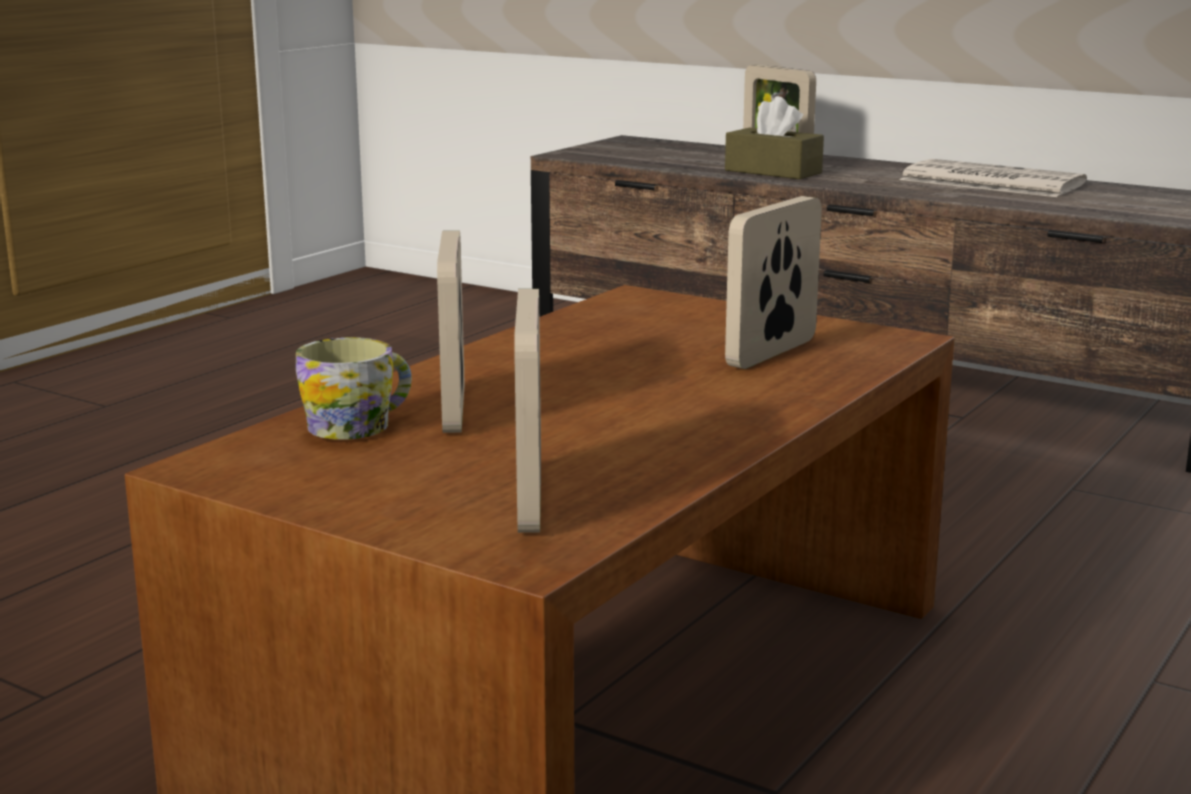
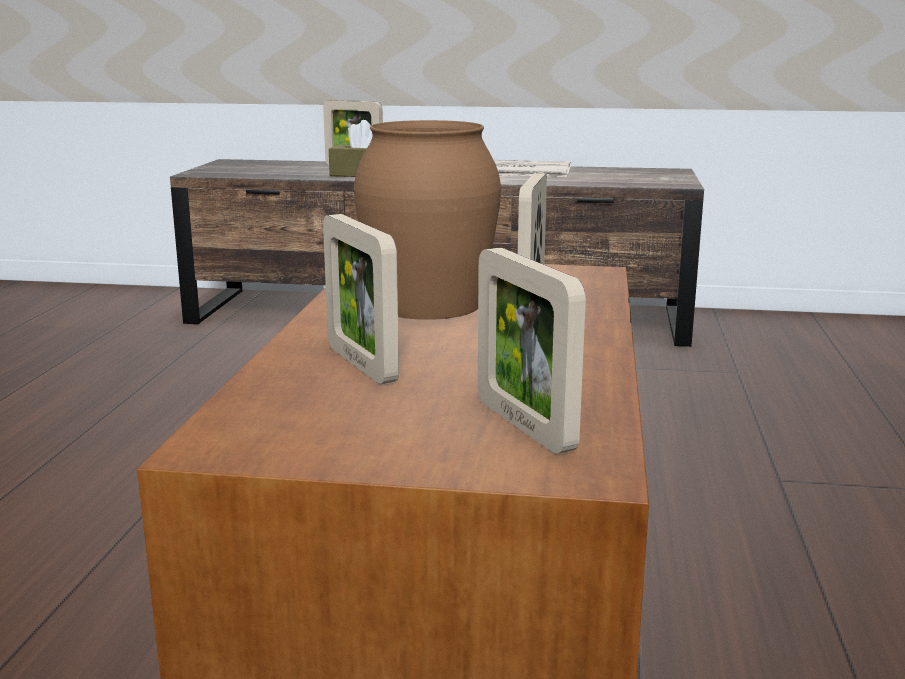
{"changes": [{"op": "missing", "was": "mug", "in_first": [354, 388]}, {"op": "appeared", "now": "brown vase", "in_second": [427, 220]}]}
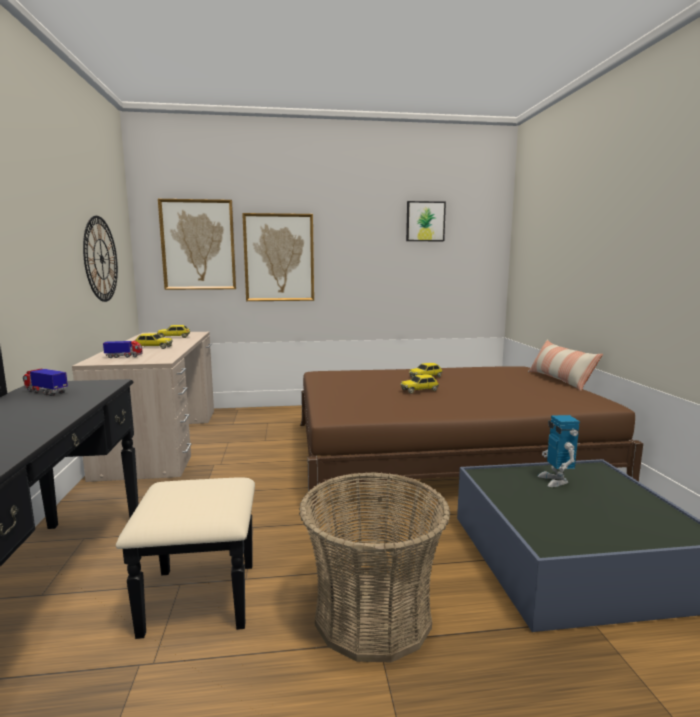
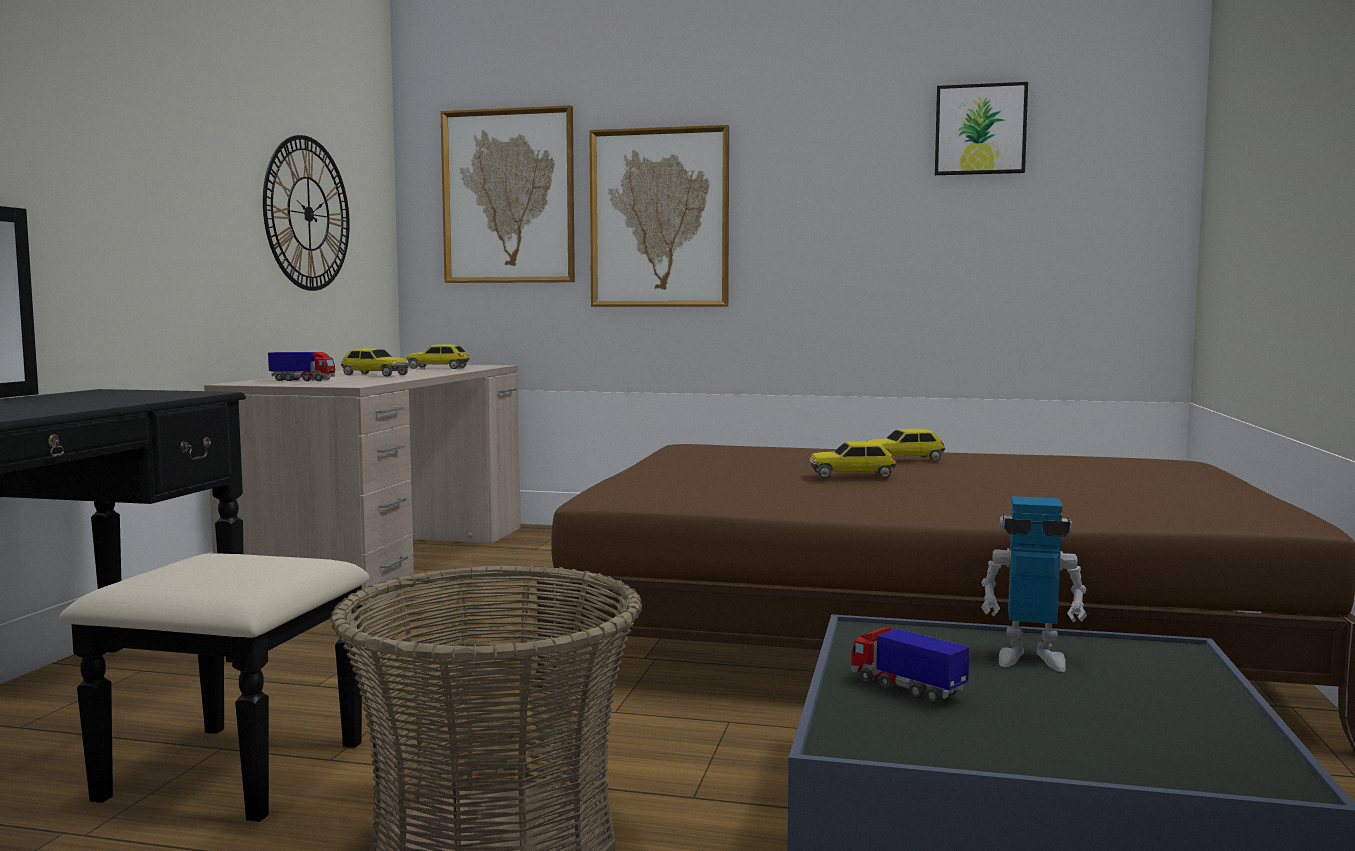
{"changes": [{"op": "relocated", "was": "toy truck", "in_first": [45, 382], "in_second": [910, 665]}, {"op": "missing", "was": "pillow", "in_first": [565, 365]}, {"op": "spun", "was": "toy robot", "in_first": [559, 451], "in_second": [1034, 584], "clockwise": -90}]}
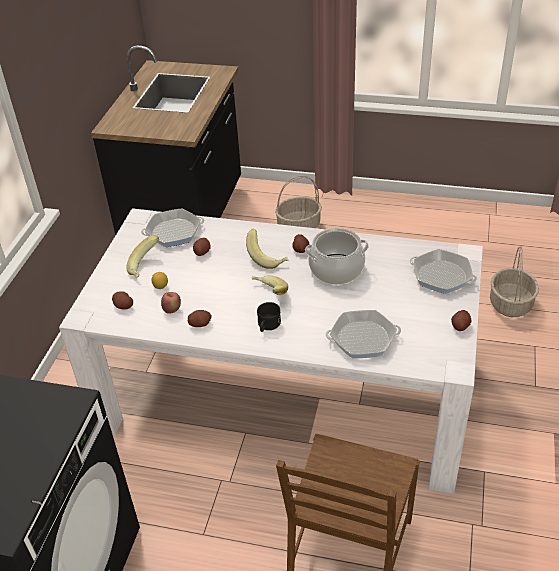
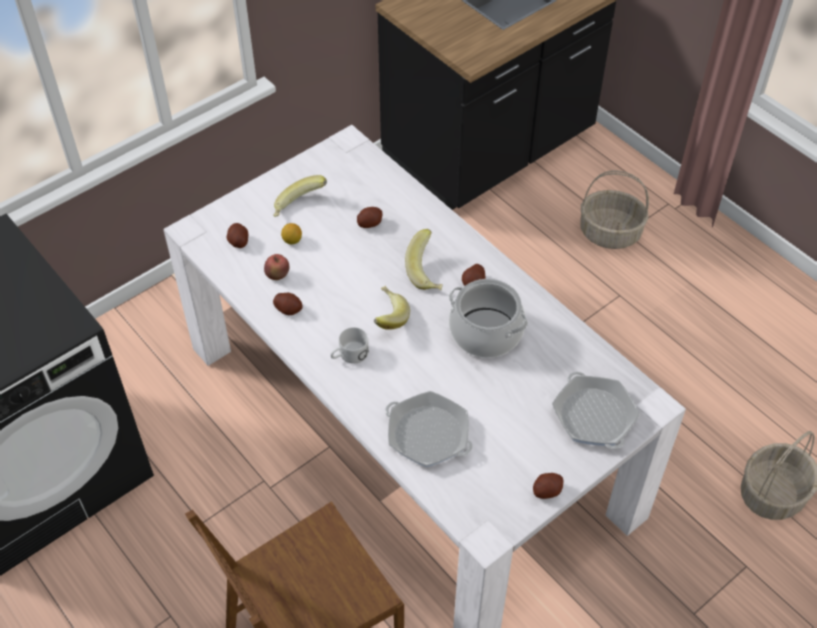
{"changes": [{"op": "missing", "was": "frying pan", "in_first": [172, 227]}, {"op": "colour", "was": "black mug", "now": "white mug", "in_first": [269, 317], "in_second": [349, 345]}]}
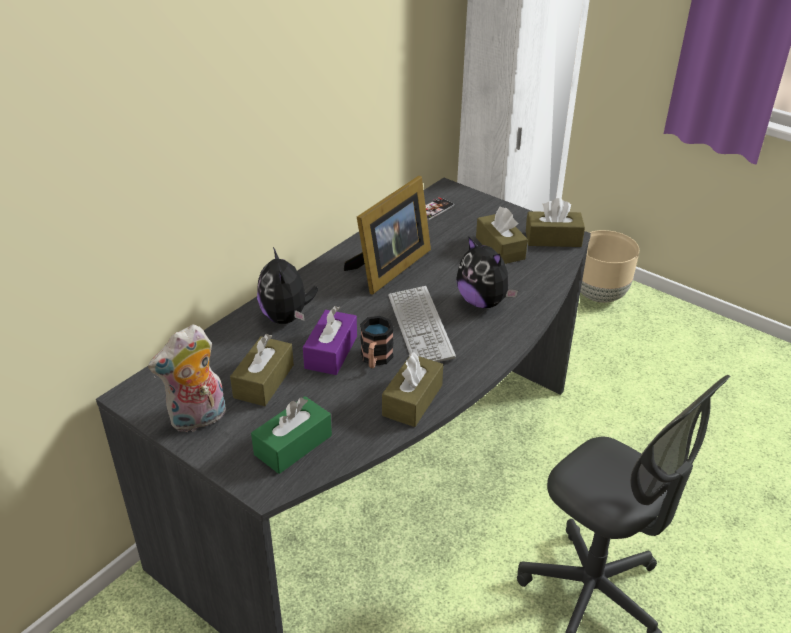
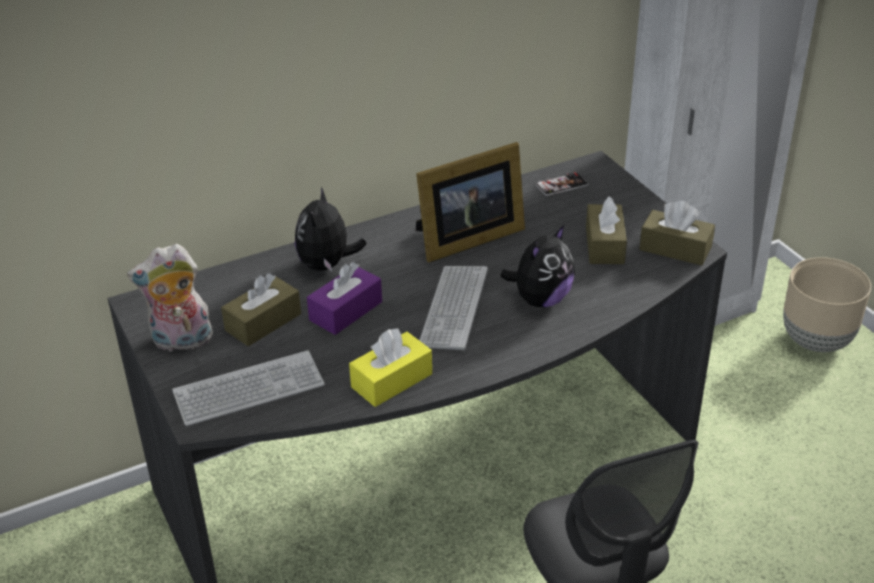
{"changes": [{"op": "exchanged", "was": "green tissue box", "now": "keyboard", "in_first": [291, 435], "in_second": [248, 388]}, {"op": "missing", "was": "mug", "in_first": [377, 342]}, {"op": "colour", "was": "brown tissue box", "now": "yellow tissue box", "in_first": [412, 389], "in_second": [390, 368]}, {"op": "spun", "was": "plush toy", "in_first": [487, 272], "in_second": [537, 266], "clockwise": -120}]}
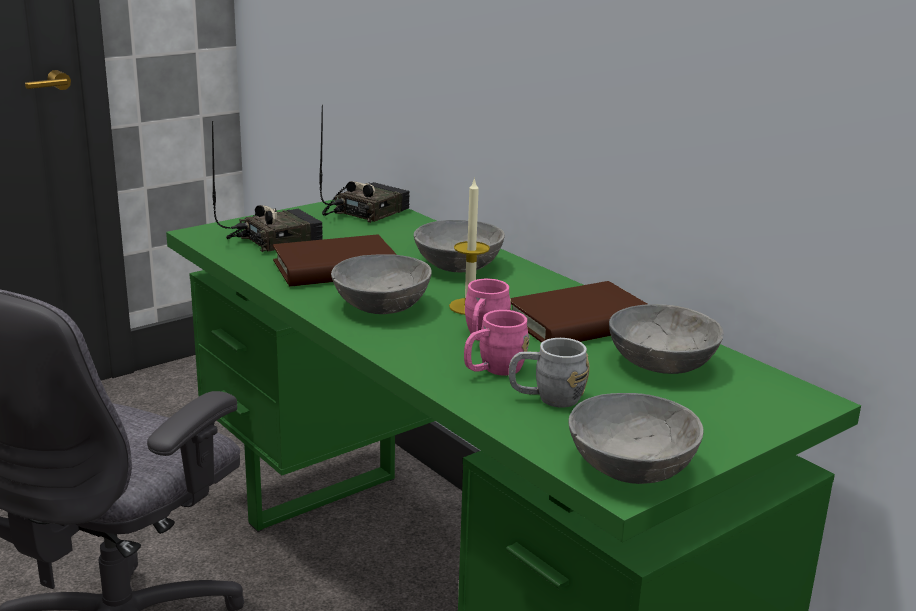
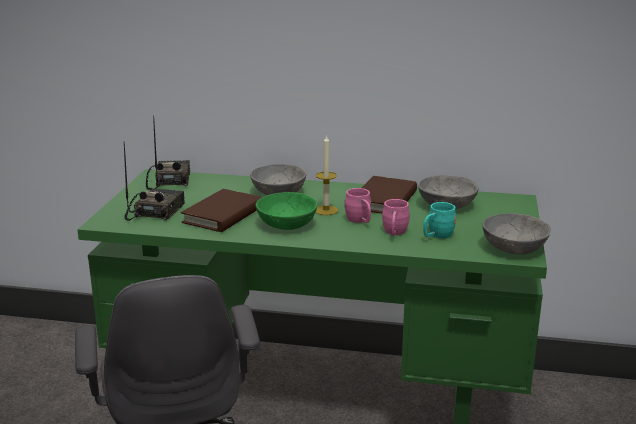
{"changes": [{"op": "colour", "was": "grey bowl", "now": "green bowl", "in_first": [381, 284], "in_second": [287, 211]}, {"op": "colour", "was": "grey mug", "now": "turquoise mug", "in_first": [549, 373], "in_second": [439, 220]}]}
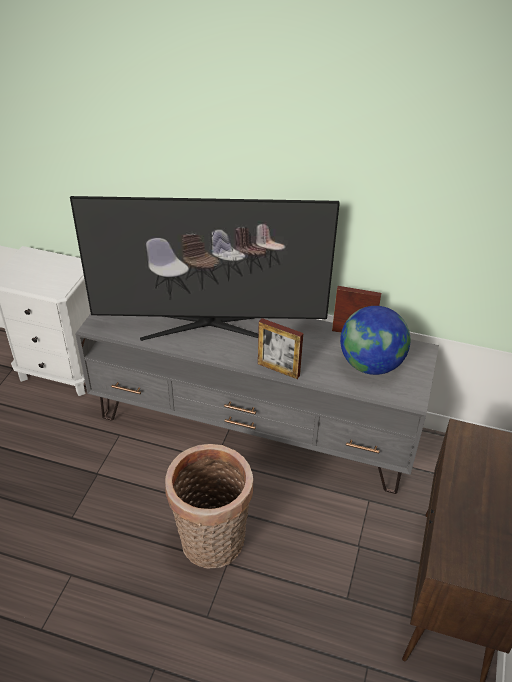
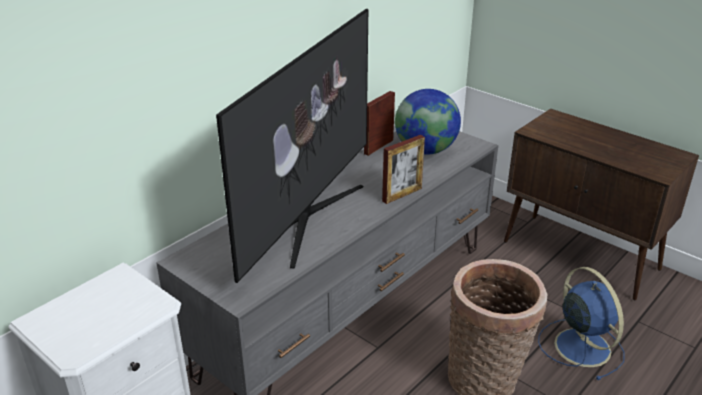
{"changes": [{"op": "appeared", "now": "blue fan", "in_second": [581, 323]}]}
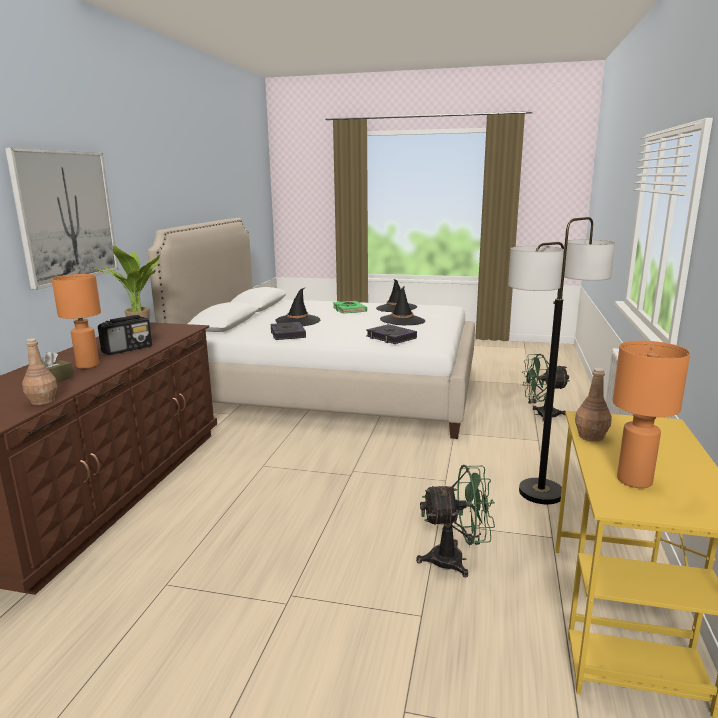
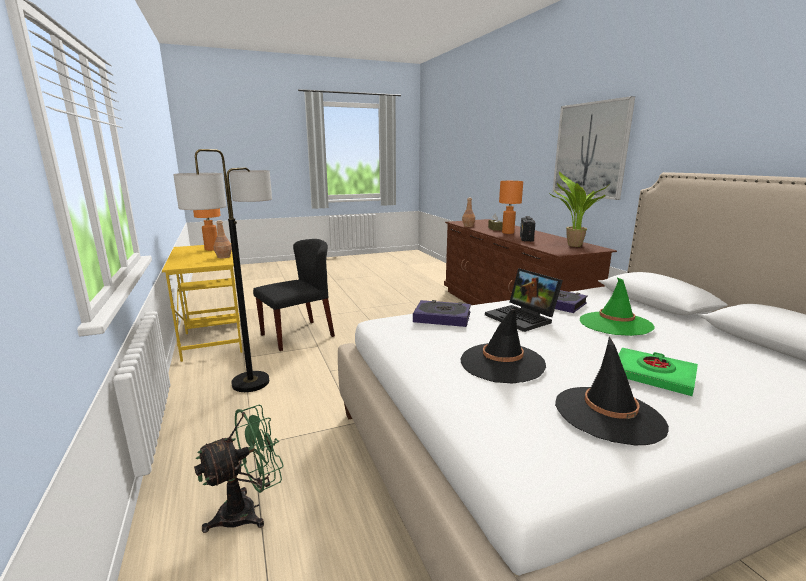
{"changes": [{"op": "colour", "was": "black hat", "now": "green hat", "in_first": [297, 307], "in_second": [617, 307]}, {"op": "exchanged", "was": "green fan", "now": "black chair", "in_first": [455, 521], "in_second": [294, 295]}, {"op": "appeared", "now": "laptop", "in_second": [524, 300]}]}
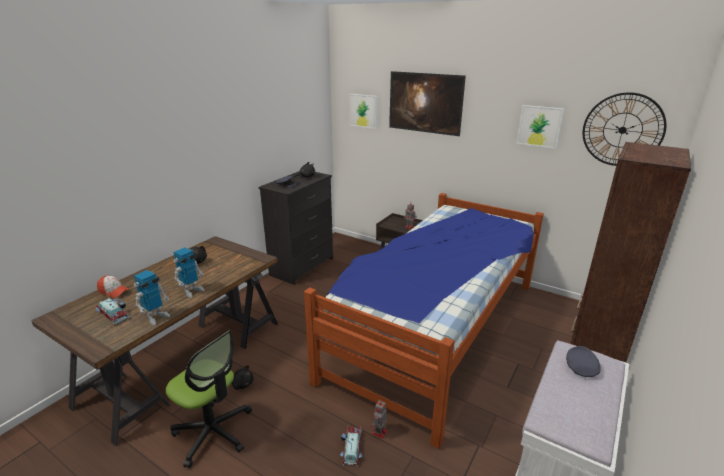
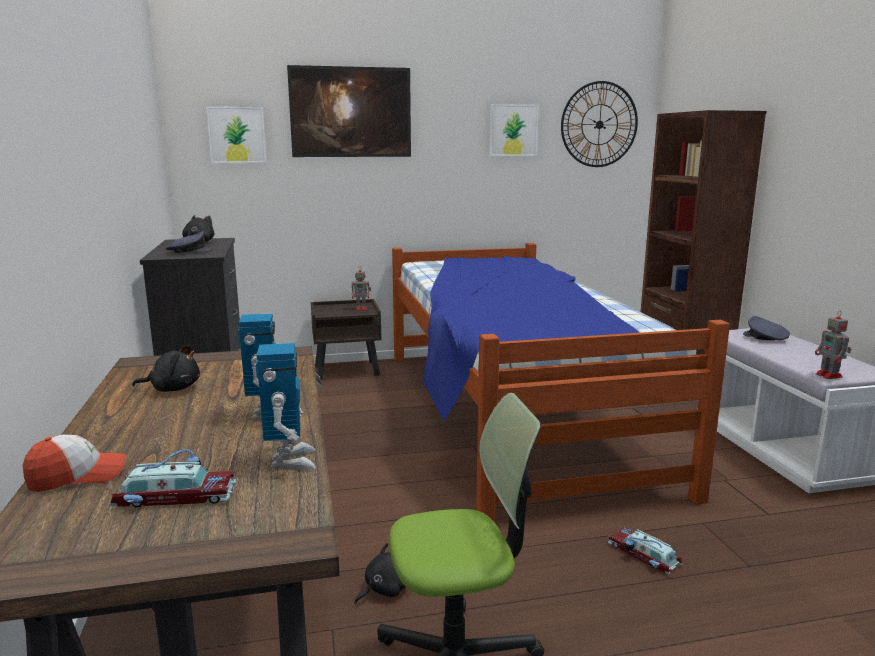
{"changes": [{"op": "relocated", "was": "toy robot", "in_first": [379, 419], "in_second": [833, 344]}]}
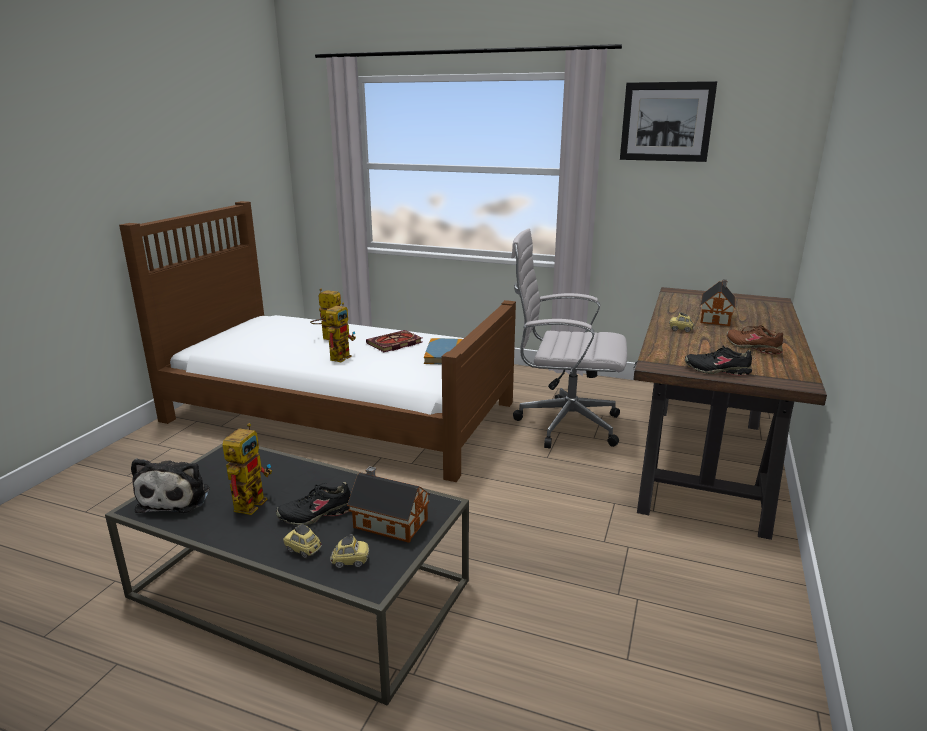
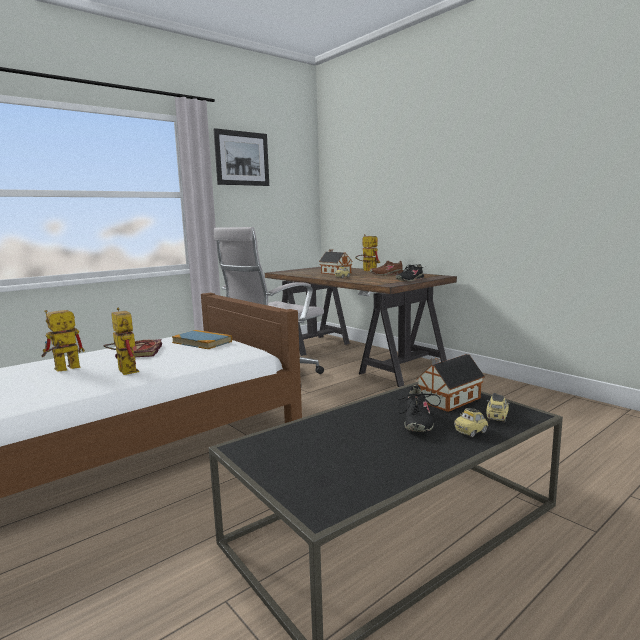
{"changes": [{"op": "missing", "was": "plush toy", "in_first": [170, 485]}, {"op": "relocated", "was": "toy robot", "in_first": [247, 469], "in_second": [367, 252]}]}
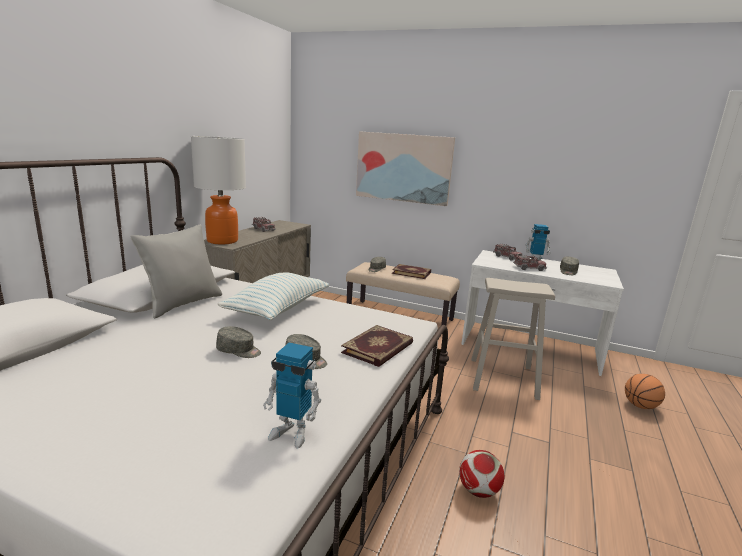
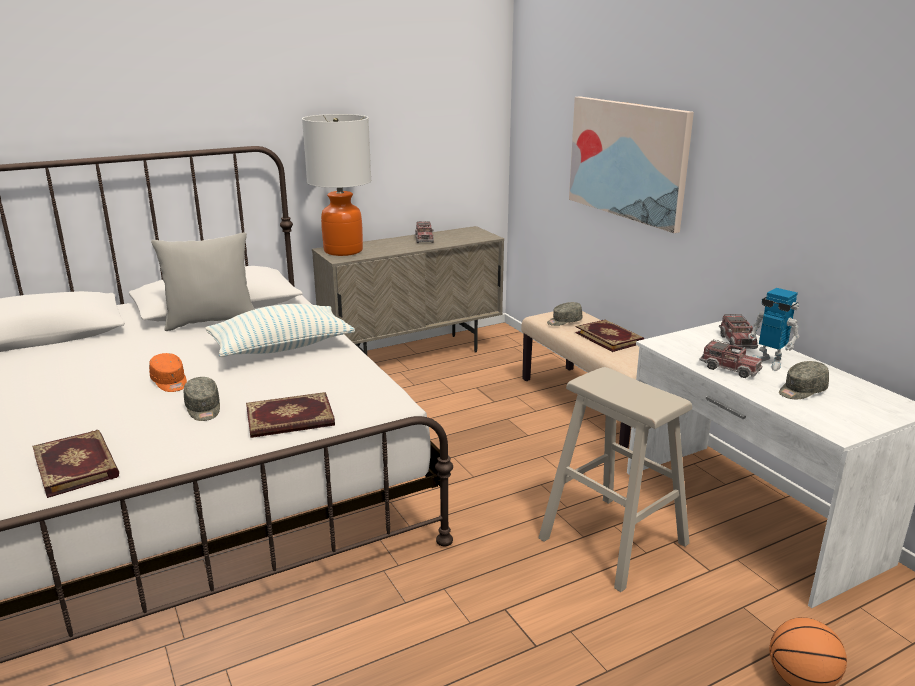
{"changes": [{"op": "colour", "was": "grey cap", "now": "orange cap", "in_first": [238, 342], "in_second": [168, 372]}, {"op": "exchanged", "was": "toy robot", "now": "book", "in_first": [292, 396], "in_second": [75, 464]}, {"op": "missing", "was": "football", "in_first": [481, 474]}]}
